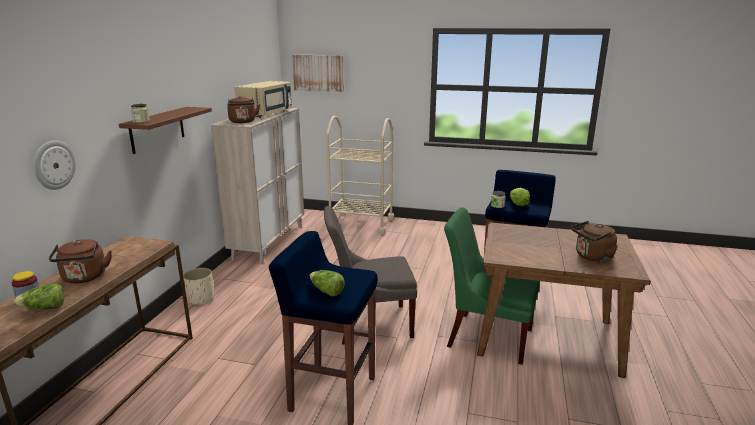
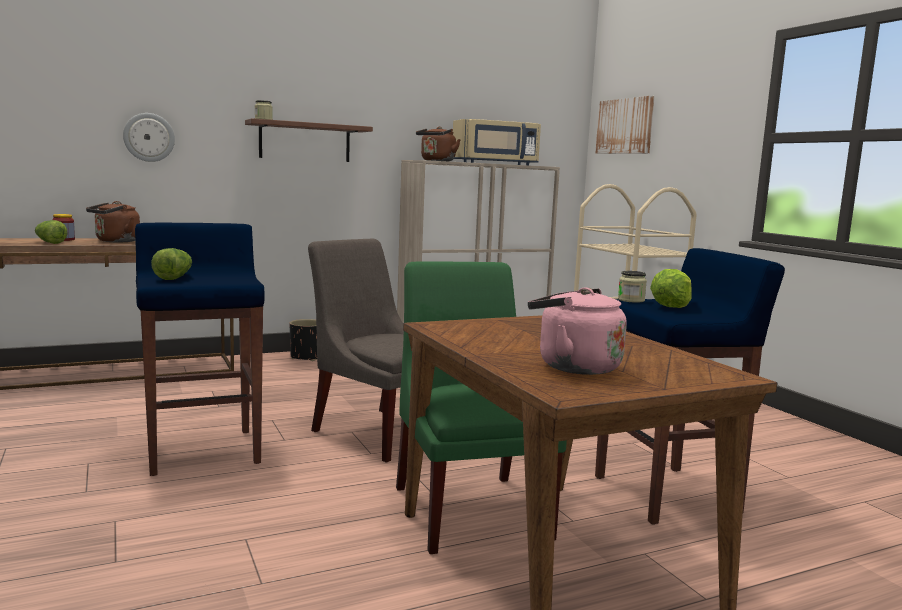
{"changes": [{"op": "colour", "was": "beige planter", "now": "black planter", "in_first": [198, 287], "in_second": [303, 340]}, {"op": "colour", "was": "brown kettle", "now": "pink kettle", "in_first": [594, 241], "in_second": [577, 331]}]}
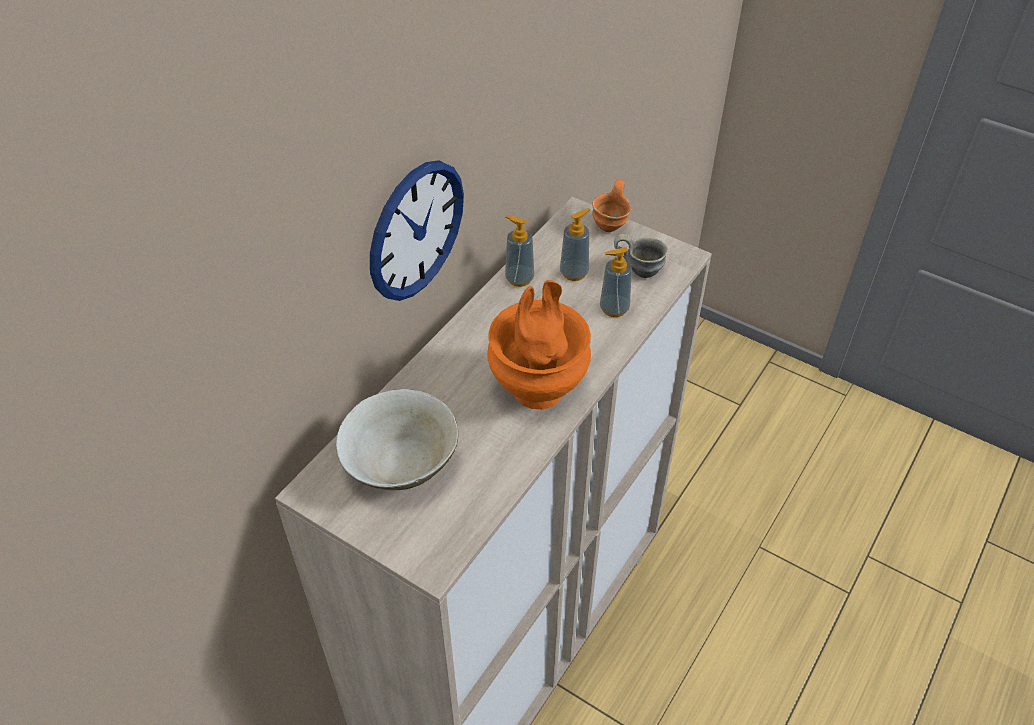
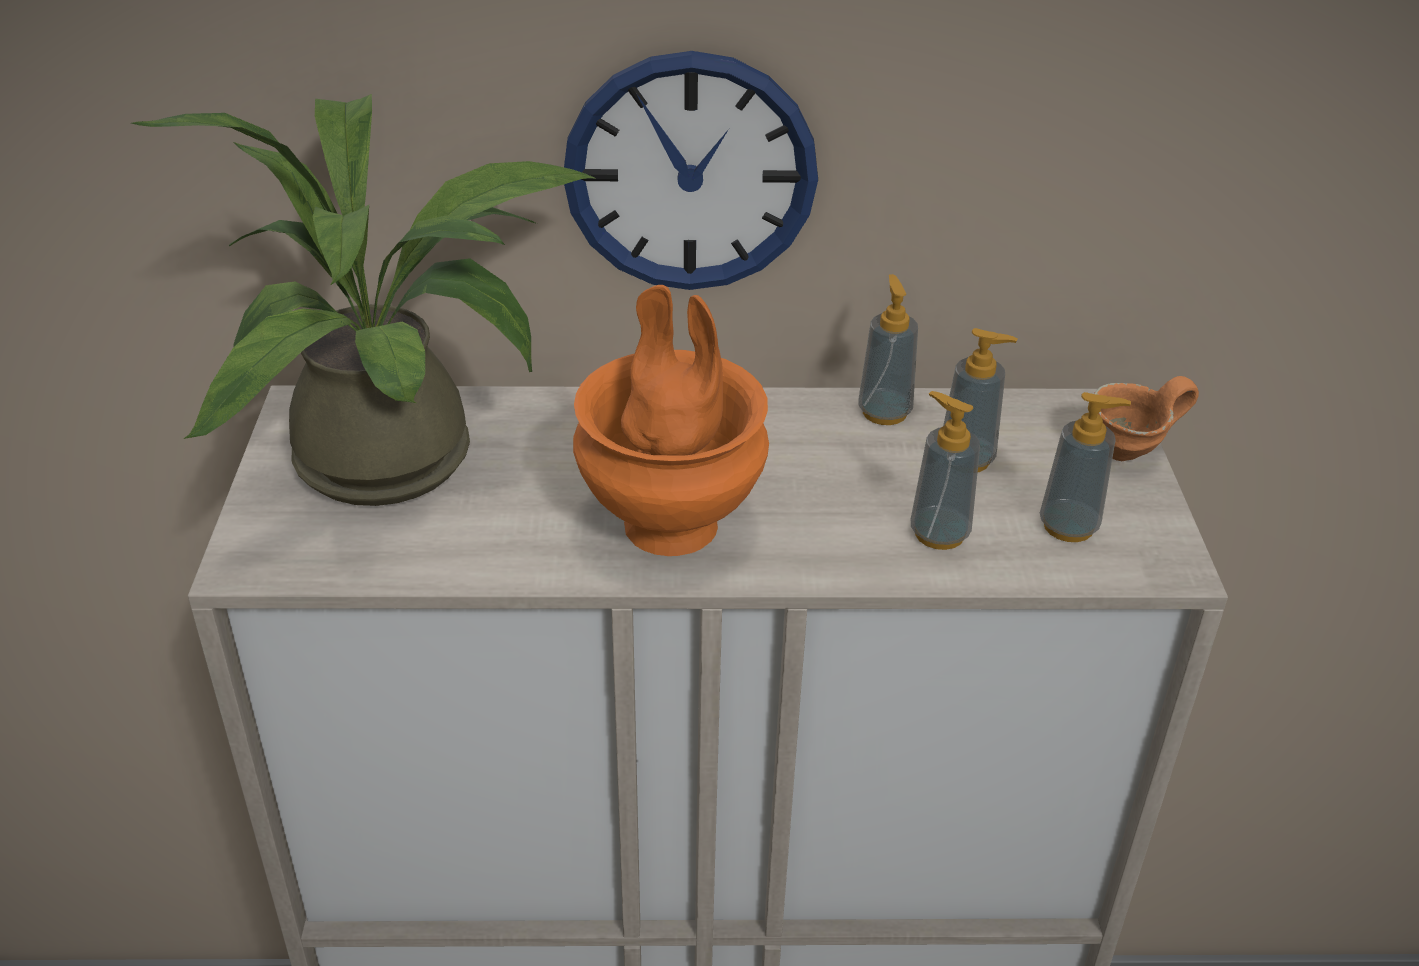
{"changes": [{"op": "exchanged", "was": "beige bowl", "now": "potted plant", "in_first": [397, 439], "in_second": [364, 300]}, {"op": "exchanged", "was": "grey mug", "now": "soap dispenser", "in_first": [641, 256], "in_second": [1085, 467]}]}
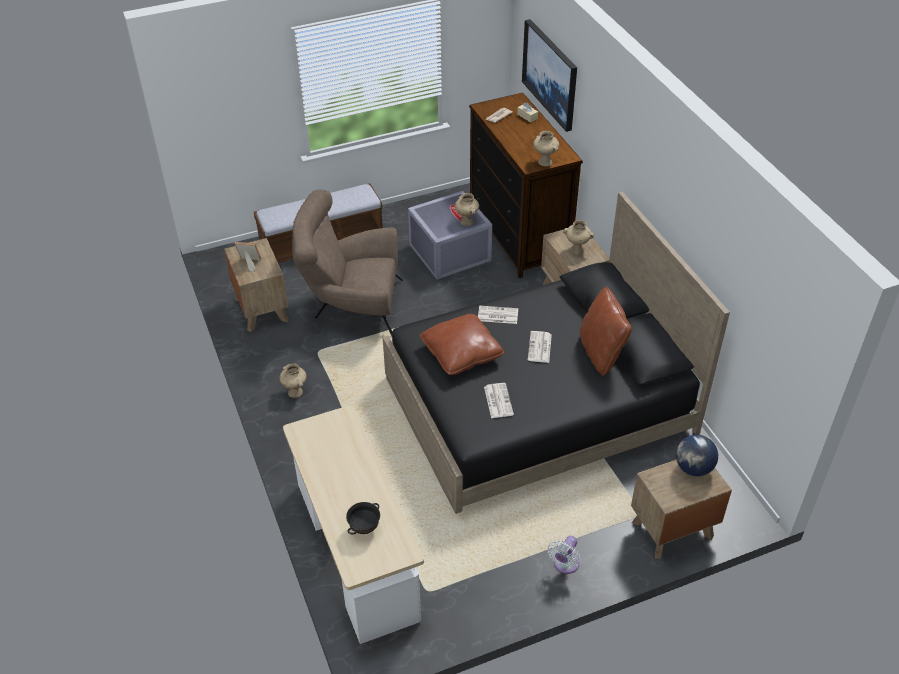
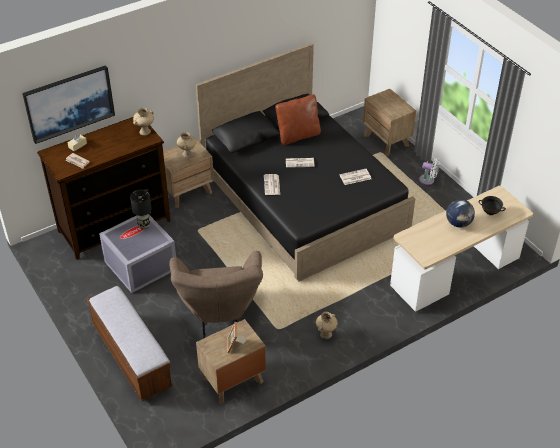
{"changes": [{"op": "missing", "was": "brown pillow", "in_first": [462, 344]}, {"op": "exchanged", "was": "beige vase", "now": "black table lamp", "in_first": [467, 209], "in_second": [141, 209]}, {"op": "relocated", "was": "globe", "in_first": [697, 455], "in_second": [460, 213]}]}
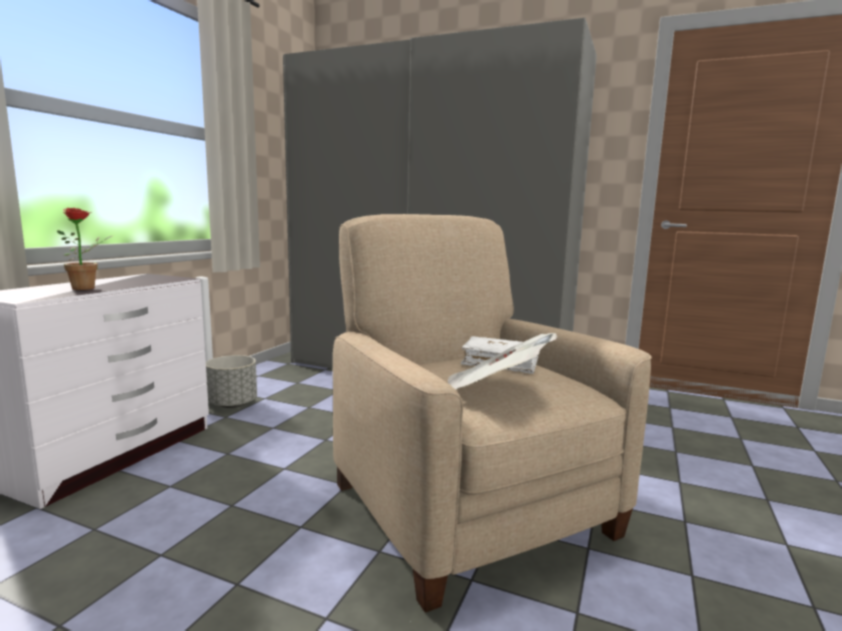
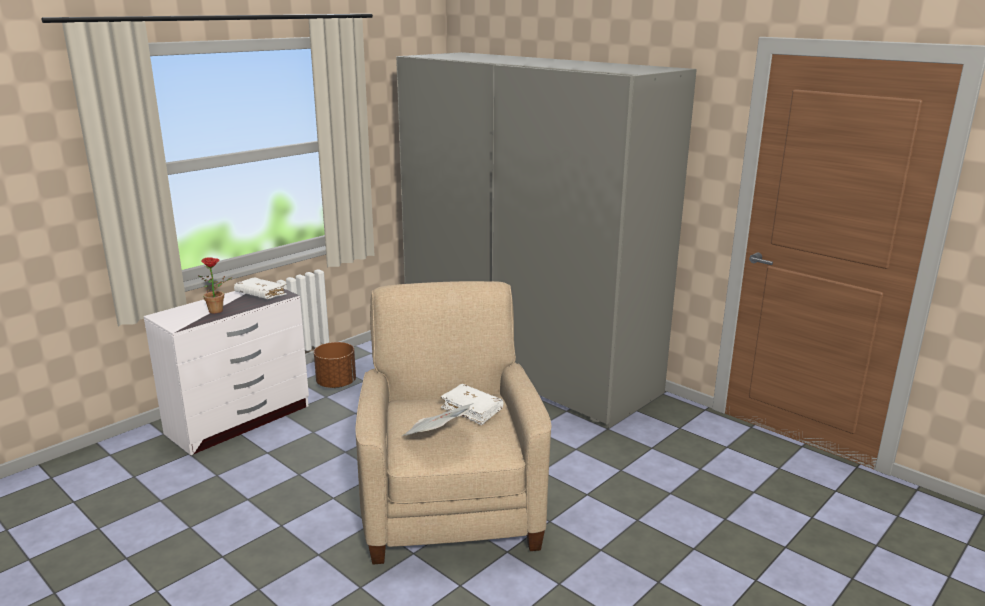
{"changes": [{"op": "colour", "was": "grey planter", "now": "brown planter", "in_first": [231, 381], "in_second": [335, 365]}, {"op": "appeared", "now": "white book", "in_second": [260, 288]}]}
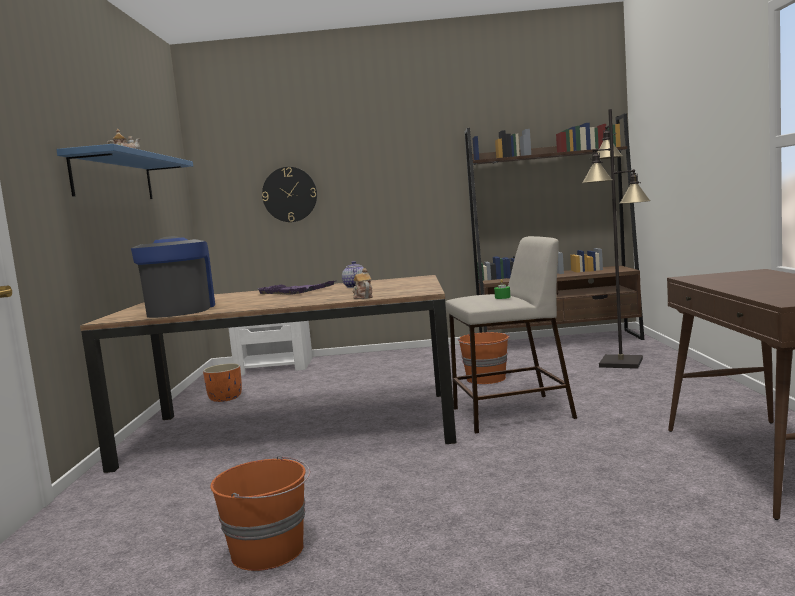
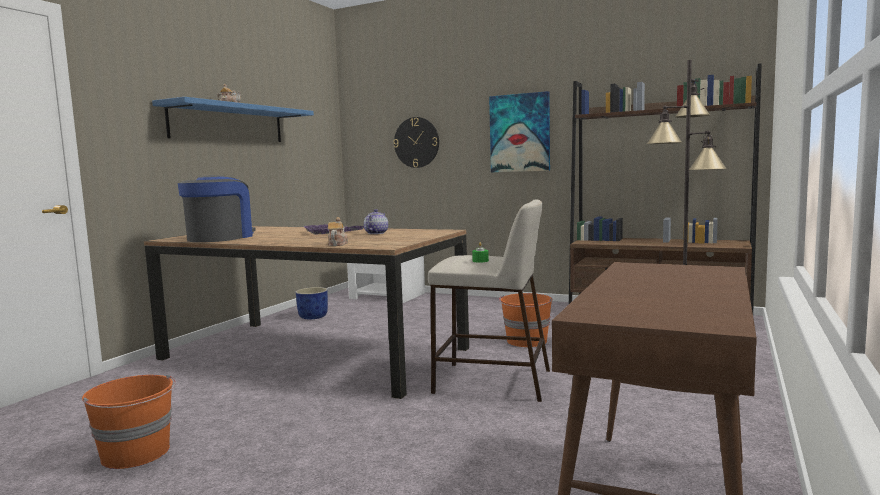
{"changes": [{"op": "colour", "was": "orange planter", "now": "blue planter", "in_first": [222, 382], "in_second": [312, 303]}, {"op": "appeared", "now": "picture", "in_second": [519, 131]}]}
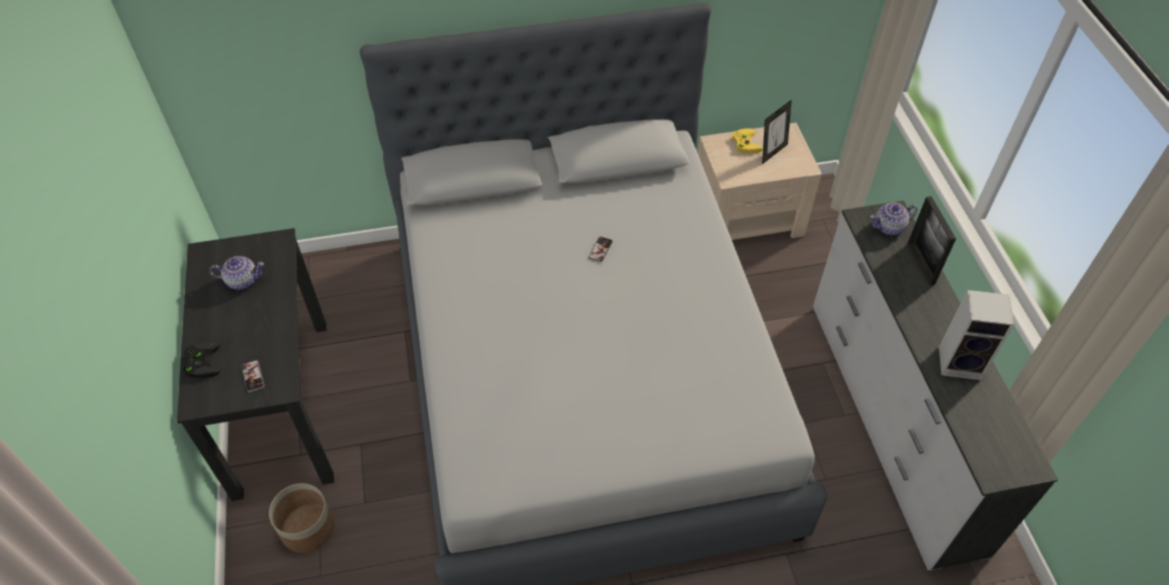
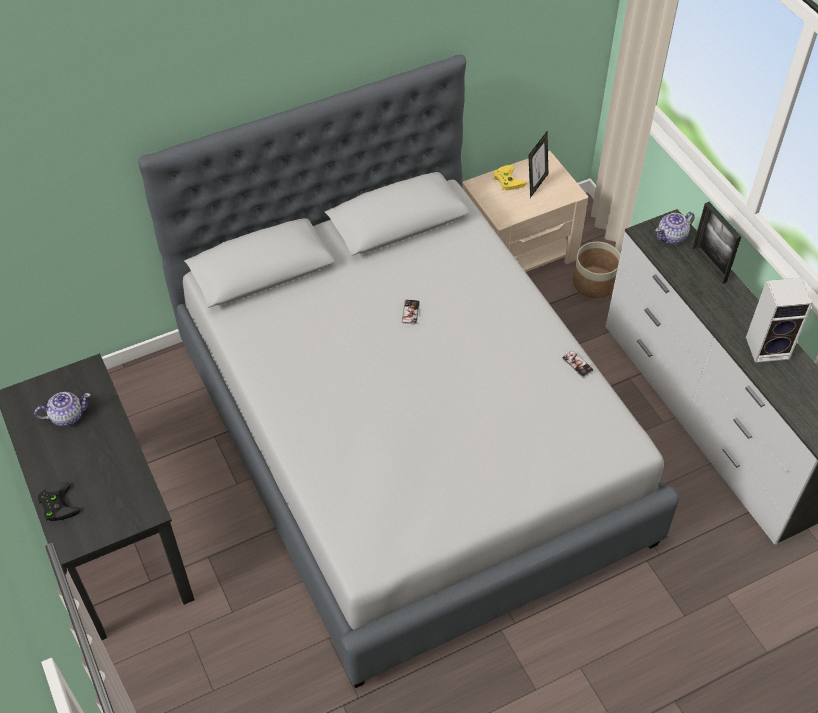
{"changes": [{"op": "relocated", "was": "phone", "in_first": [252, 376], "in_second": [578, 364]}, {"op": "relocated", "was": "planter", "in_first": [301, 518], "in_second": [596, 270]}]}
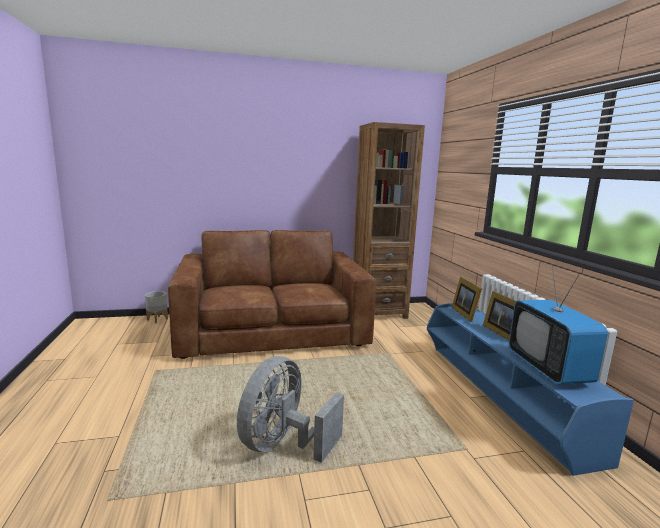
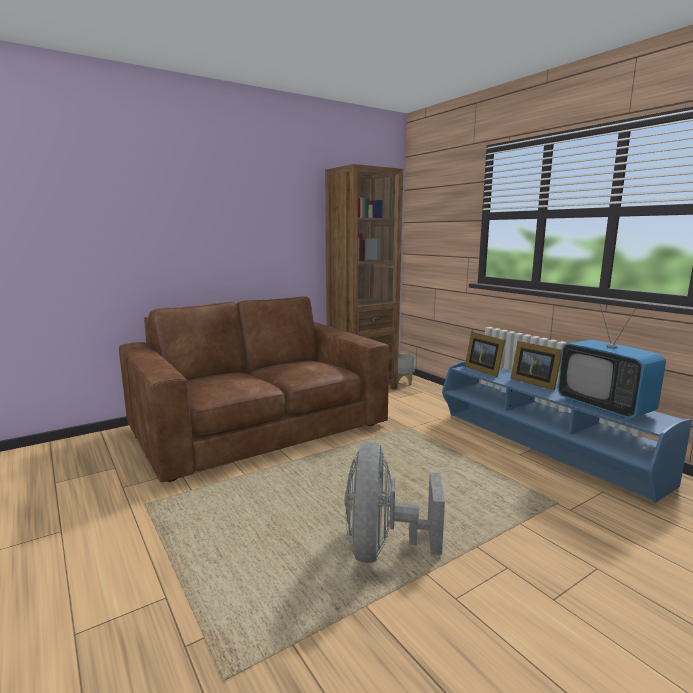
{"changes": [{"op": "relocated", "was": "grey planter", "in_first": [156, 307], "in_second": [406, 369]}]}
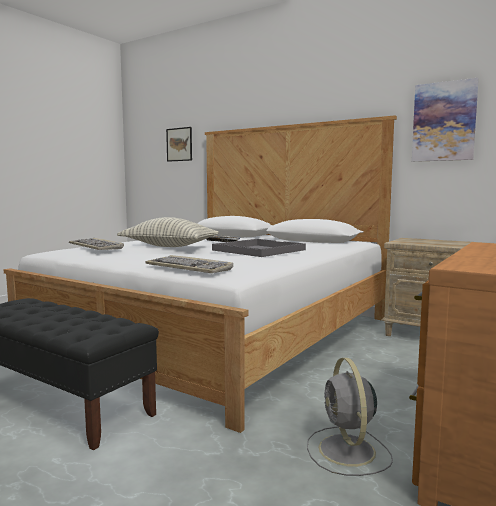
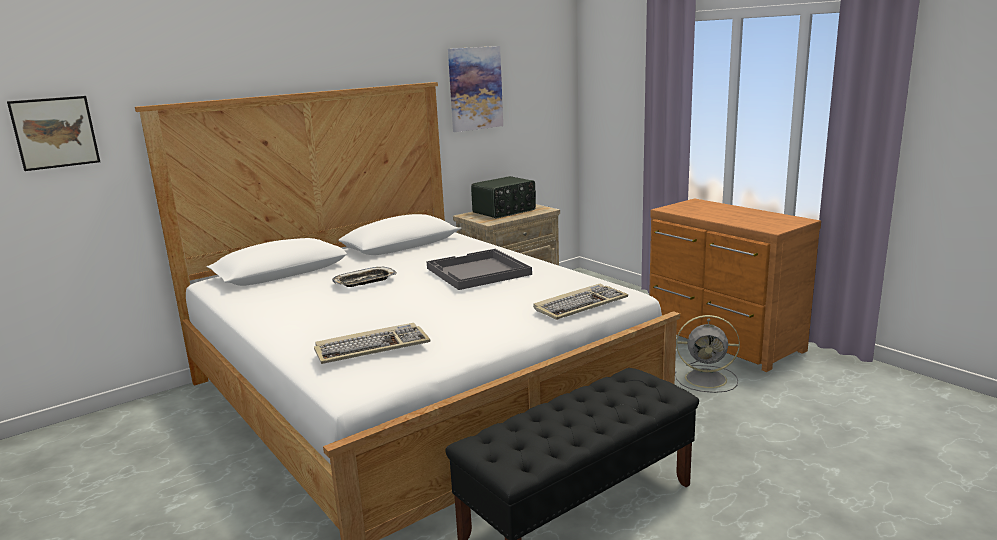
{"changes": [{"op": "missing", "was": "pillow", "in_first": [168, 232]}, {"op": "appeared", "now": "radio", "in_second": [503, 197]}]}
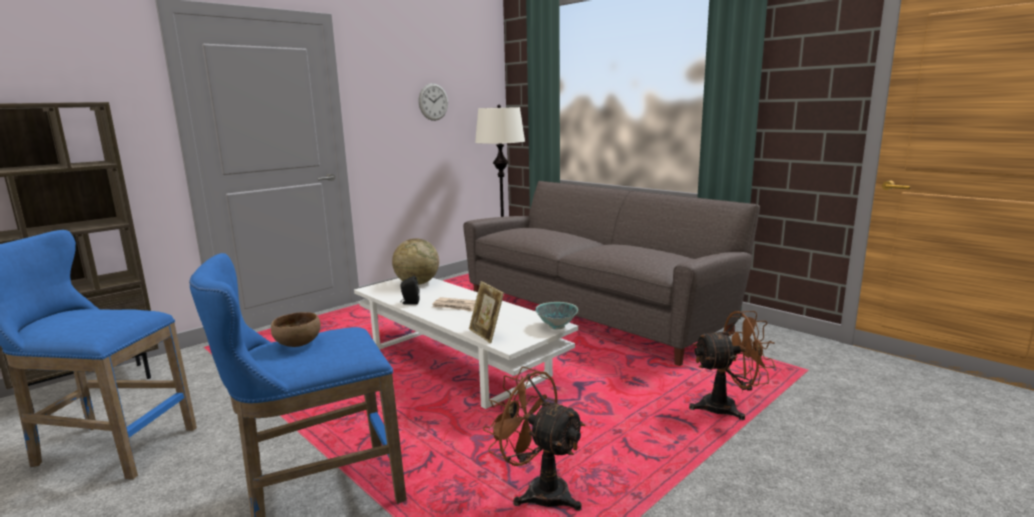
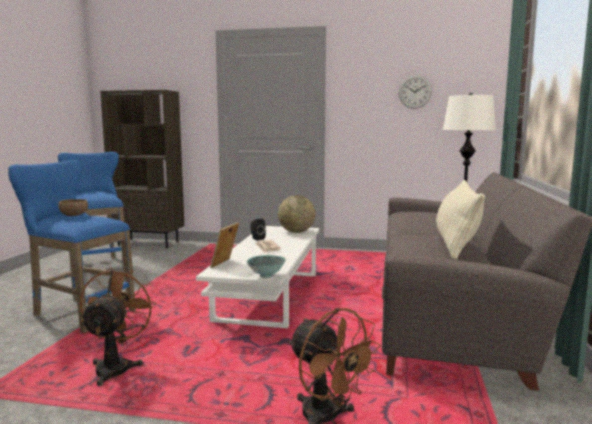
{"changes": [{"op": "appeared", "now": "beige pillow", "in_second": [460, 220]}]}
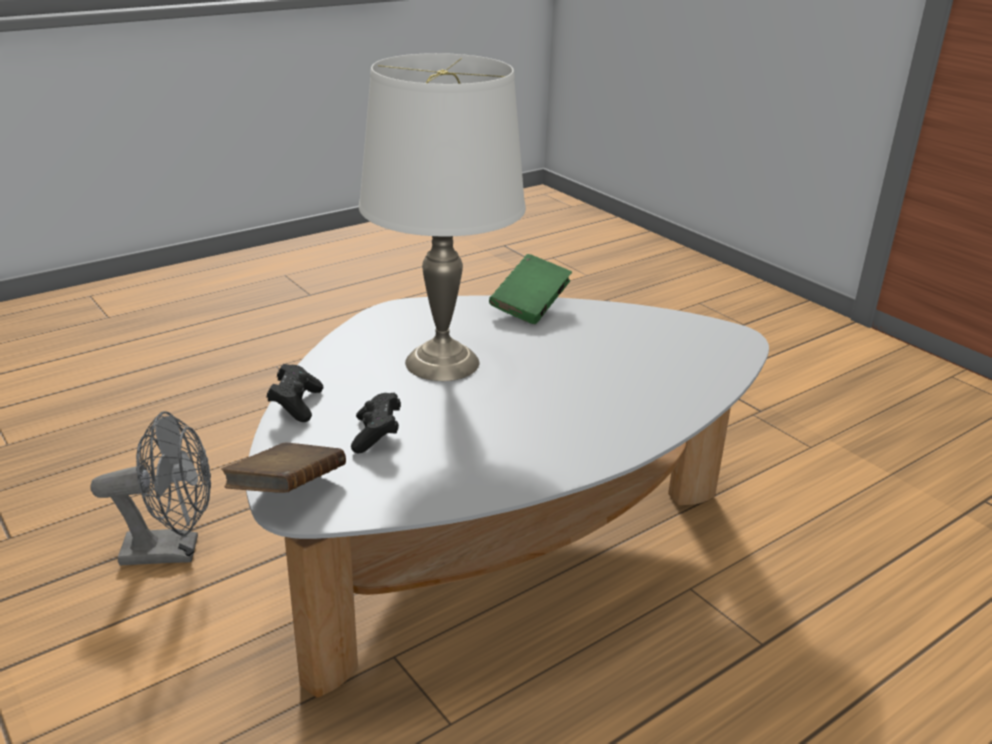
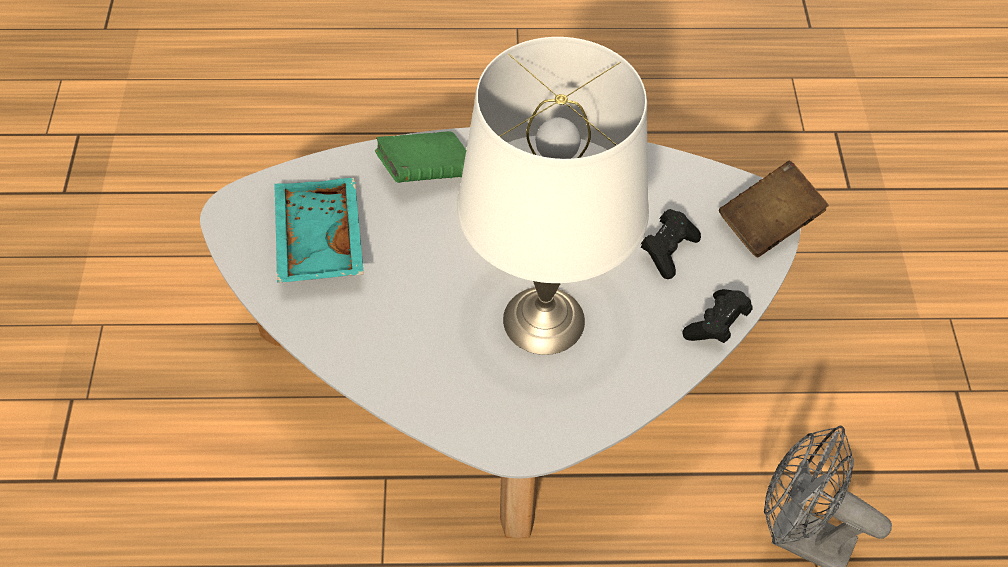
{"changes": [{"op": "relocated", "was": "green book", "in_first": [530, 289], "in_second": [420, 157]}, {"op": "appeared", "now": "turquoise tray", "in_second": [319, 230]}]}
